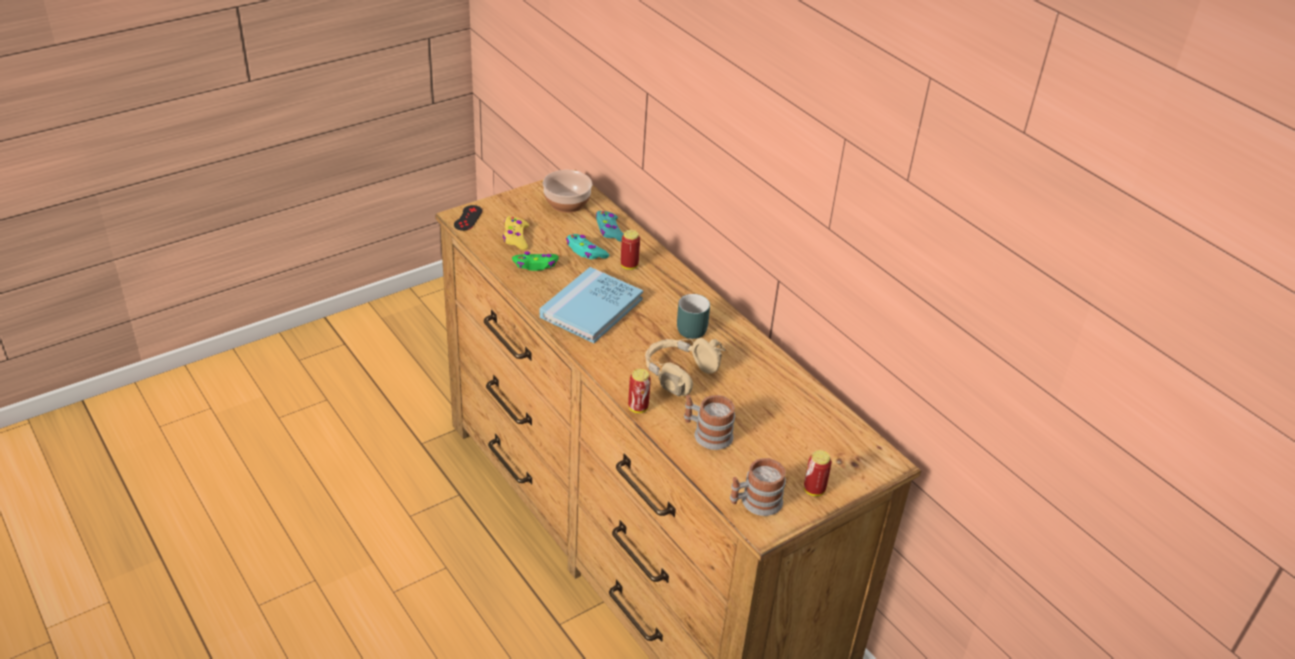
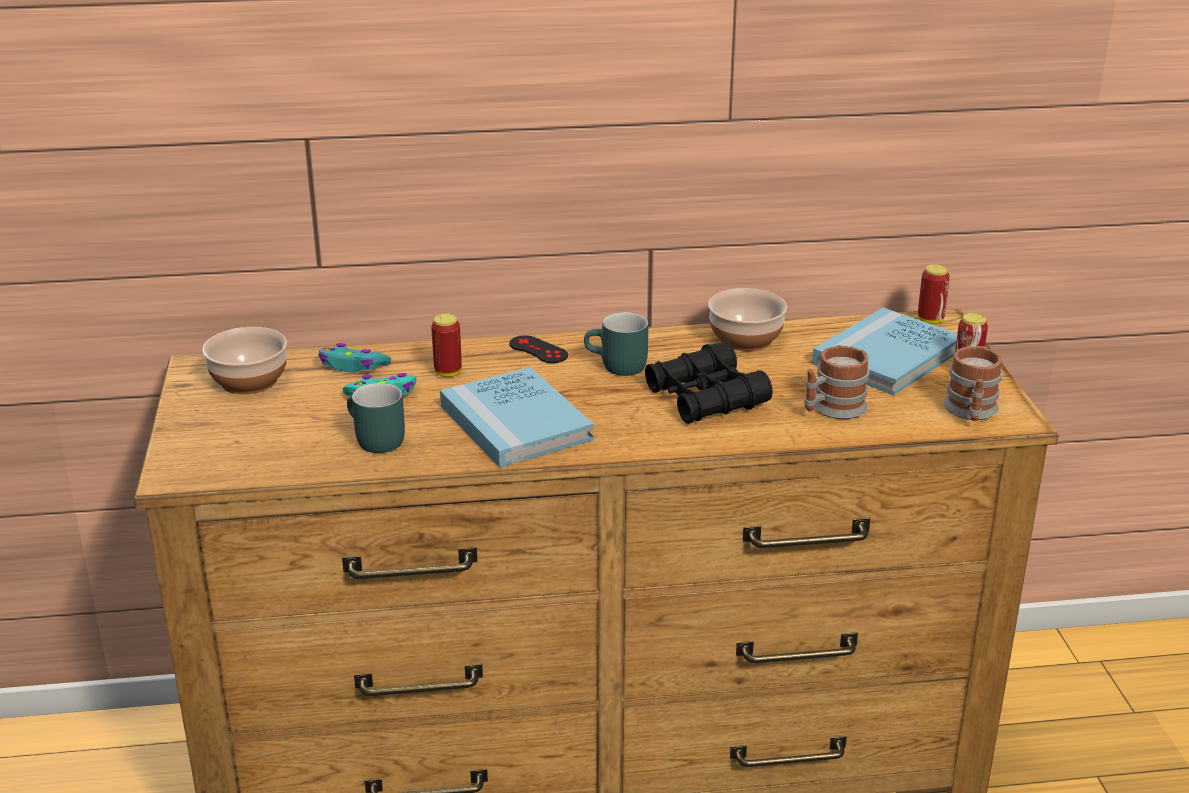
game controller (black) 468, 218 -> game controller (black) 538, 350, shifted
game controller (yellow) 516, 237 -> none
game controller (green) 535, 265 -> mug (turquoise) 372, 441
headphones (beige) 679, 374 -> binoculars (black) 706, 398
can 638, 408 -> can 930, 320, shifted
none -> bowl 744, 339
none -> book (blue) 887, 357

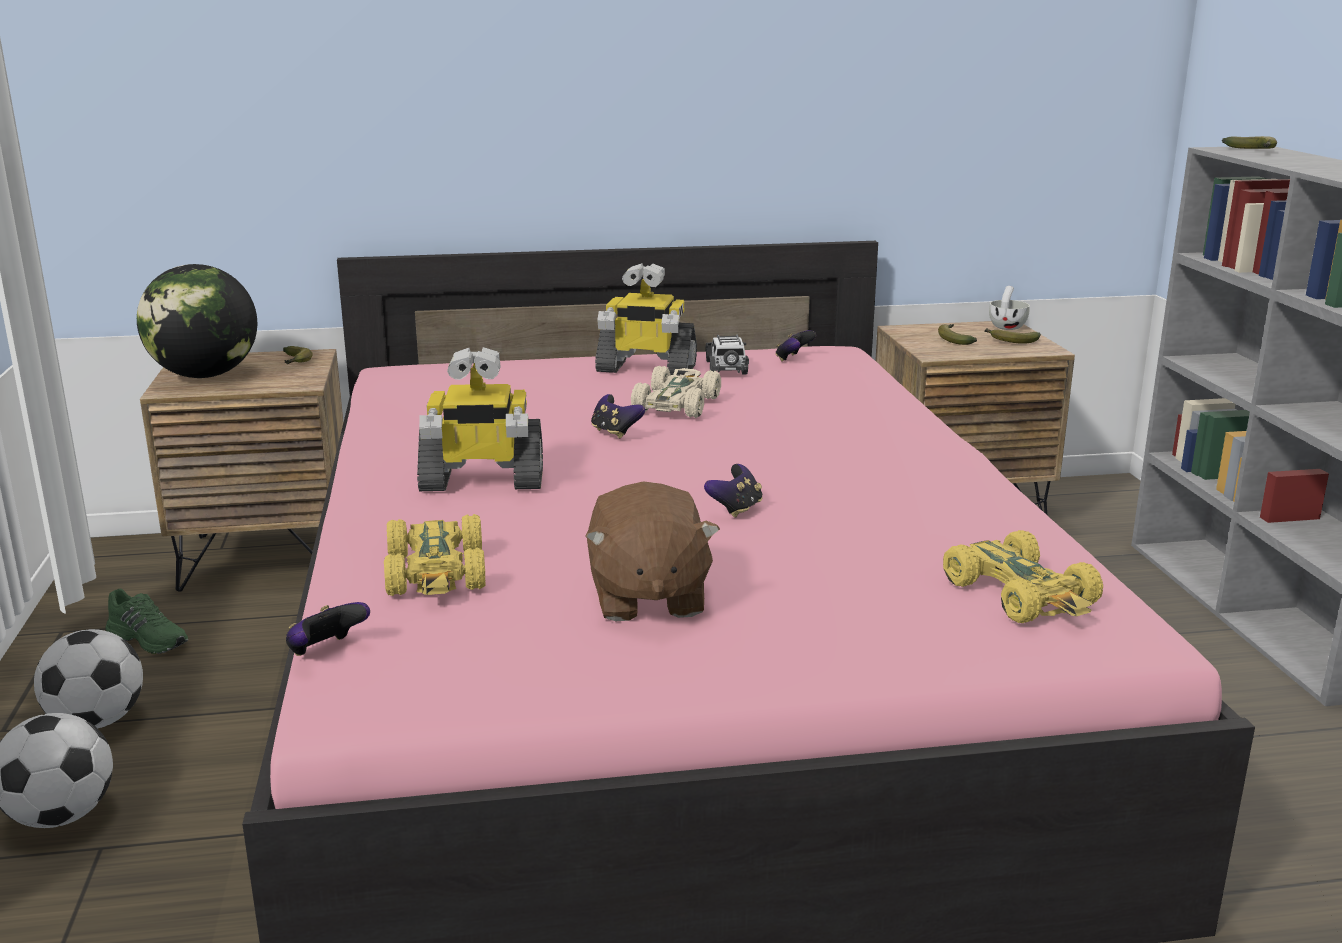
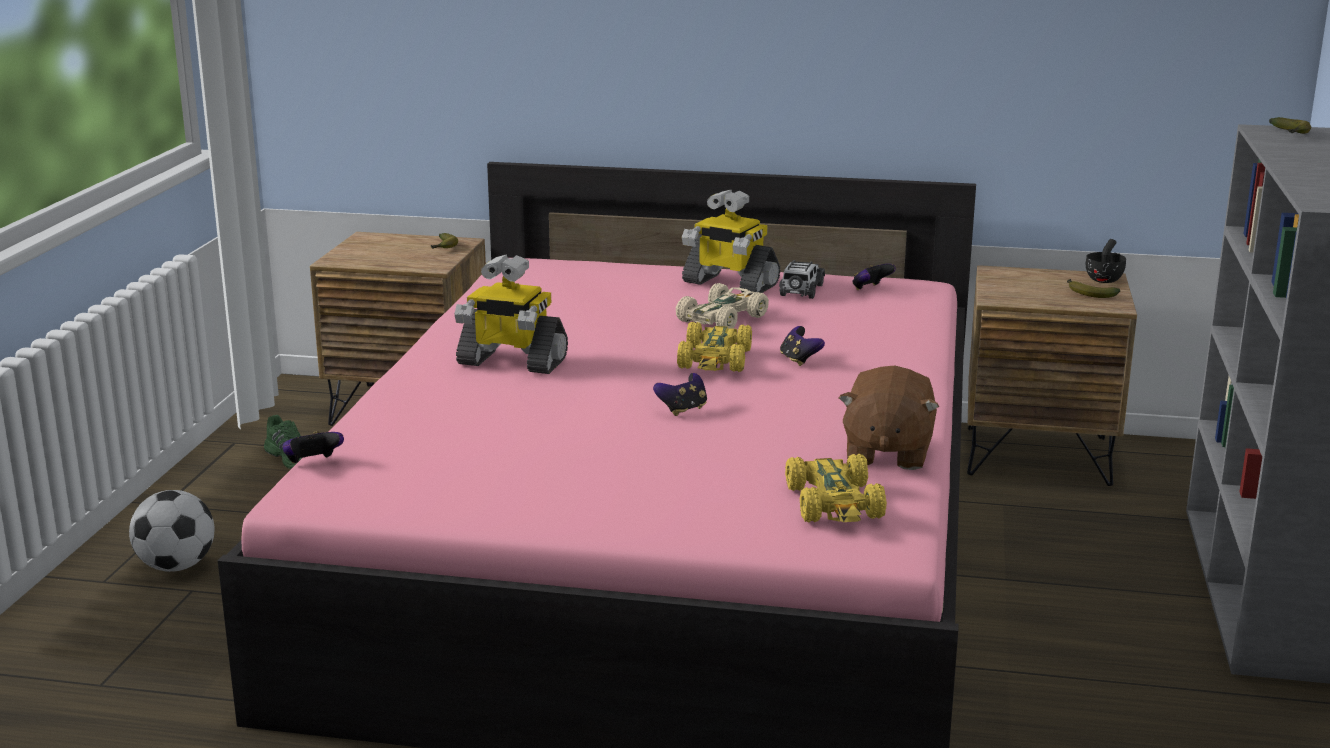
globe 205, 375 -> none
cup (white) 1008, 326 -> cup (black) 1106, 279
banana 954, 339 -> none
game controller 615, 432 -> game controller 799, 360, shifted
plush toy (brown) 647, 598 -> plush toy (brown) 886, 453, shifted
toy car (yellow) 437, 573 -> toy car (yellow) 715, 360, shifted
football 97, 722 -> none

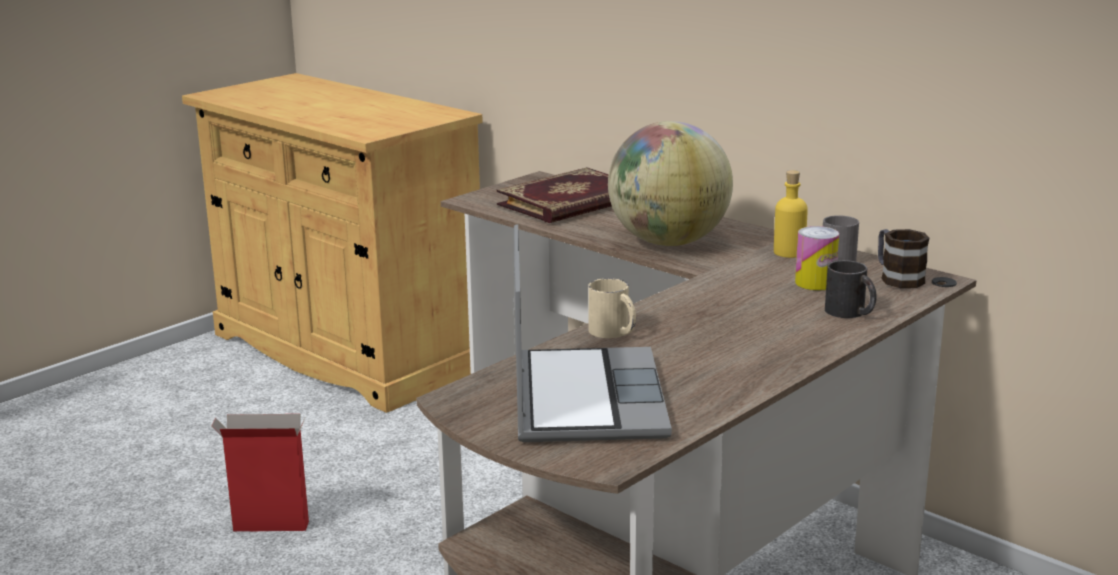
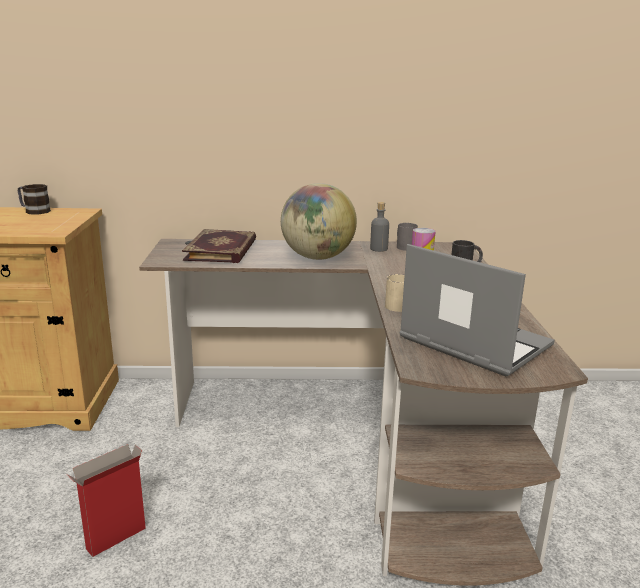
bottle (yellow) 789, 252 -> bottle (grey) 378, 249
mug 897, 277 -> mug 34, 211, shifted

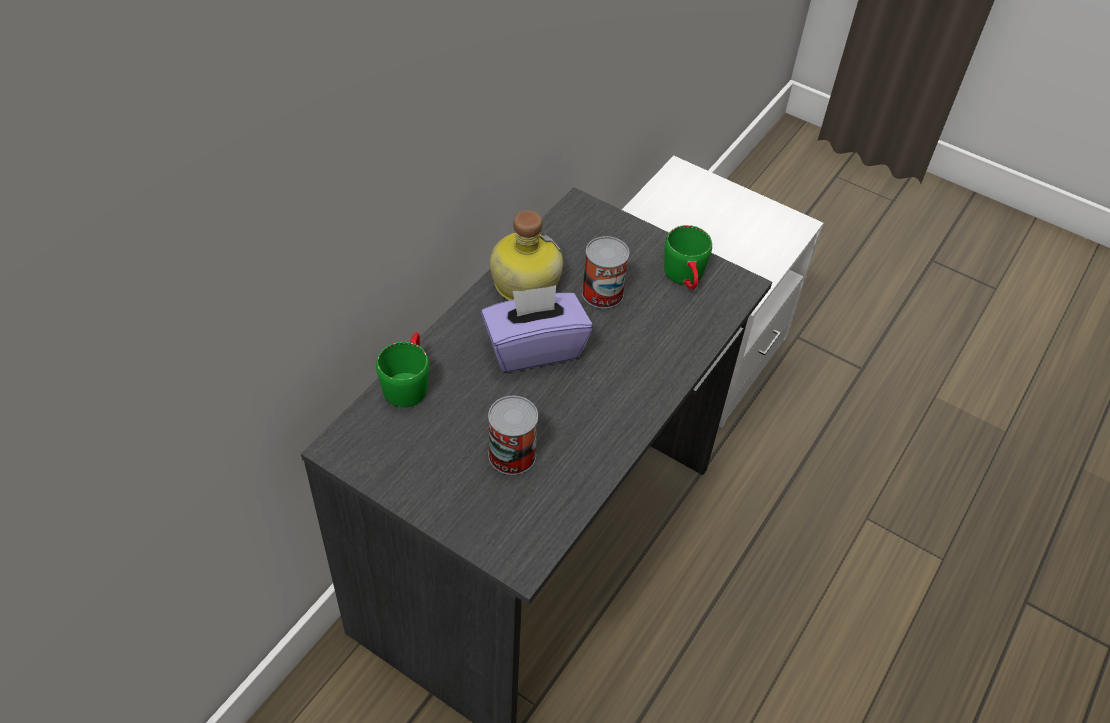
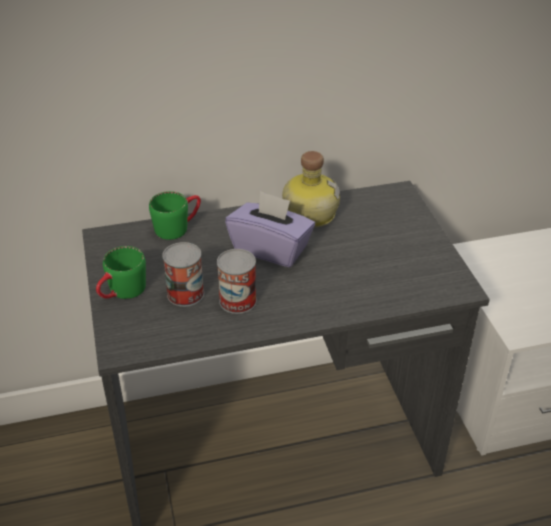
mug (green) 686, 278 -> mug (green) 122, 292, shifted
can 602, 293 -> can 237, 300, shifted

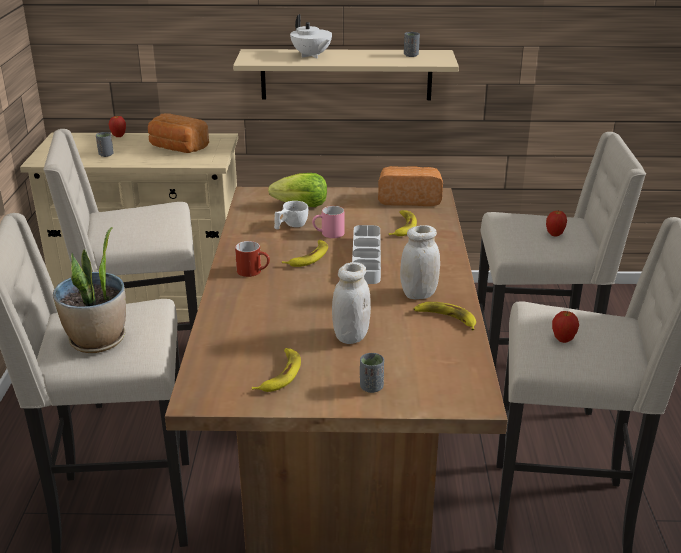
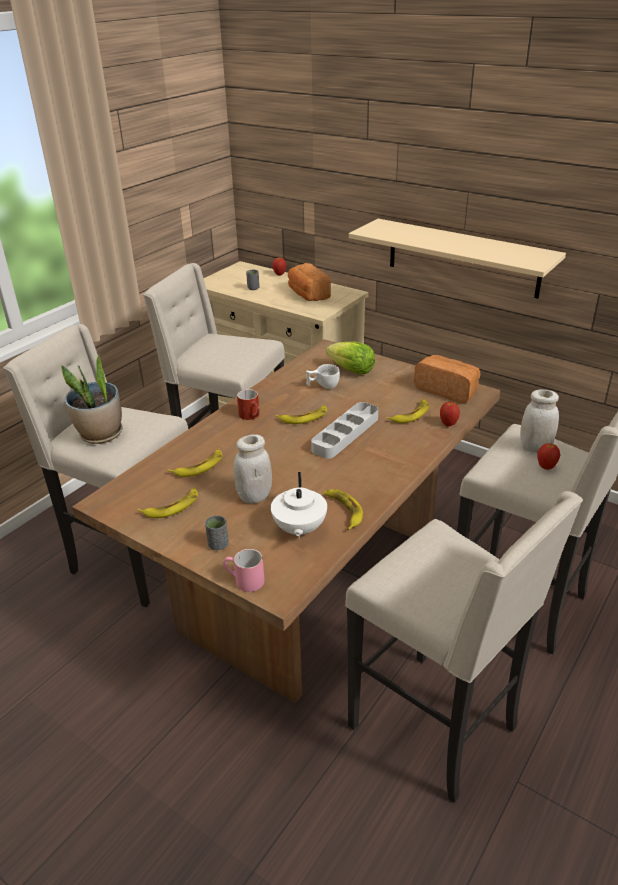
teapot (white) 311, 56 -> teapot (white) 299, 529, shifted
cup (grey) 411, 55 -> none
mug (pink) 328, 234 -> mug (pink) 244, 581, shifted
jar (white) 419, 294 -> jar (white) 535, 448, shifted
apple 563, 340 -> apple 448, 424, shifted
none -> banana 199, 466

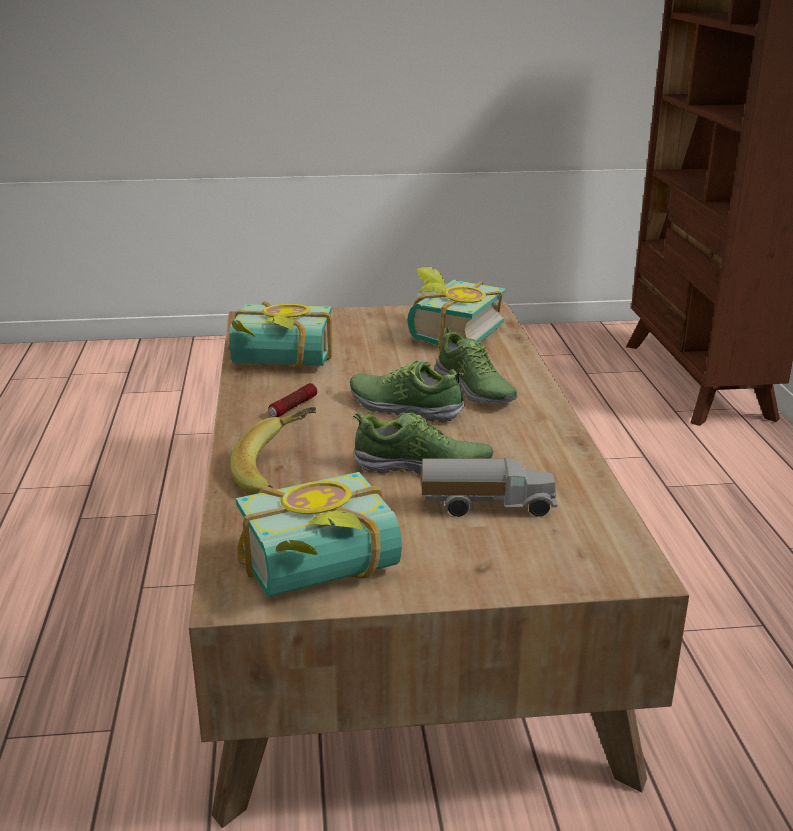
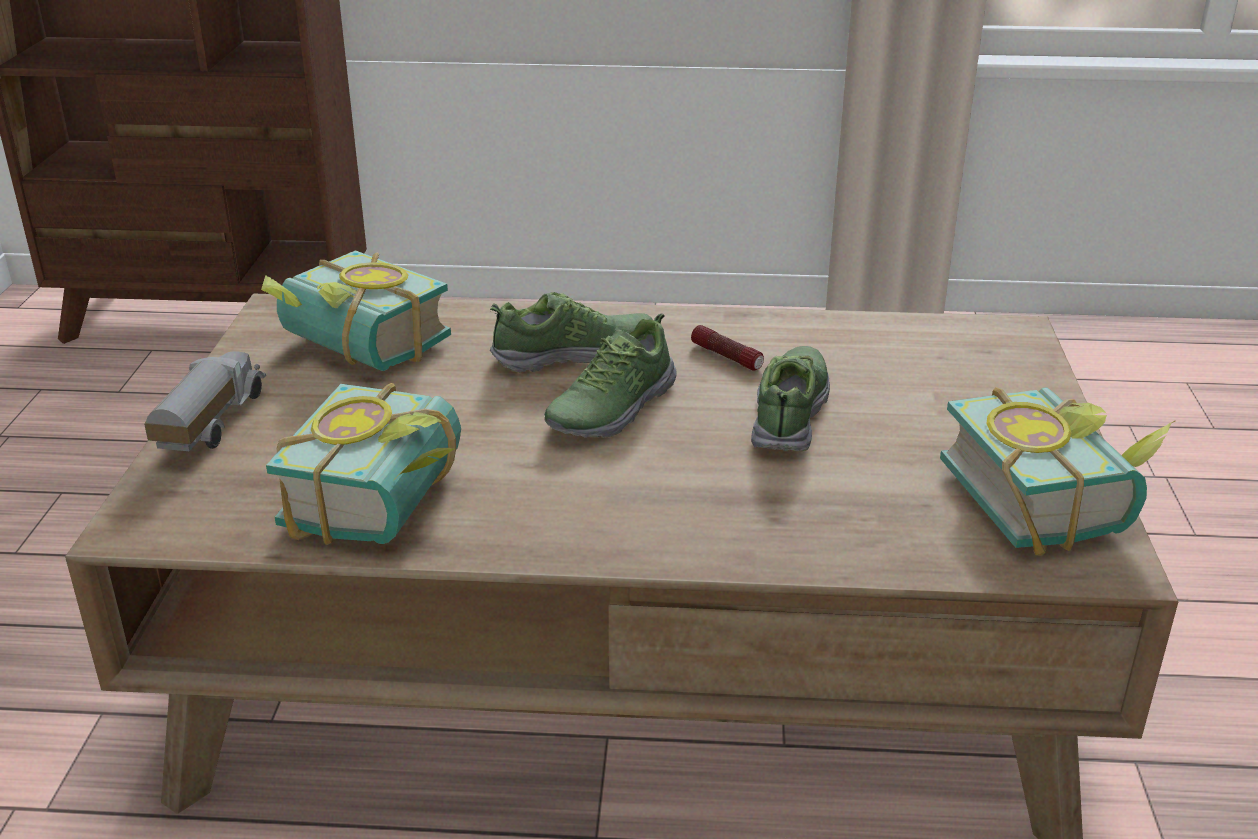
flashlight 293, 407 -> flashlight 727, 357, shifted
banana 279, 473 -> none
toy truck 487, 506 -> toy truck 209, 425, shifted

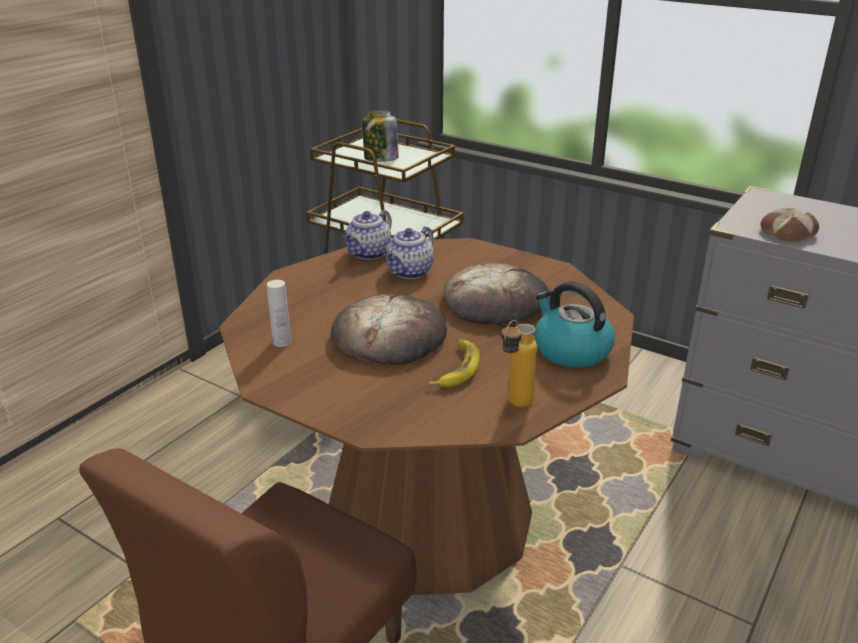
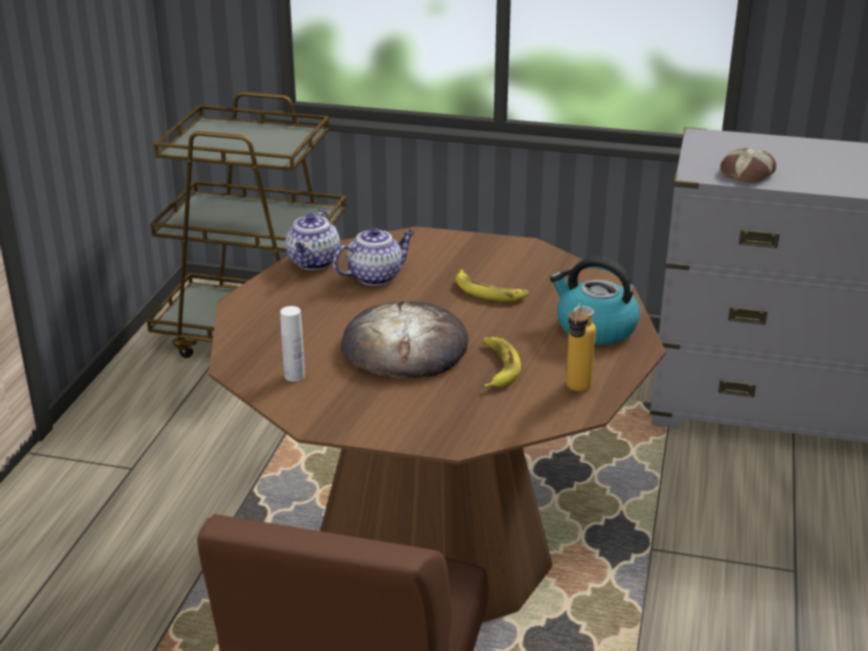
jar 380, 159 -> none
teapot 409, 272 -> teapot 375, 276, 135 degrees counterclockwise
bread 496, 301 -> banana 489, 292

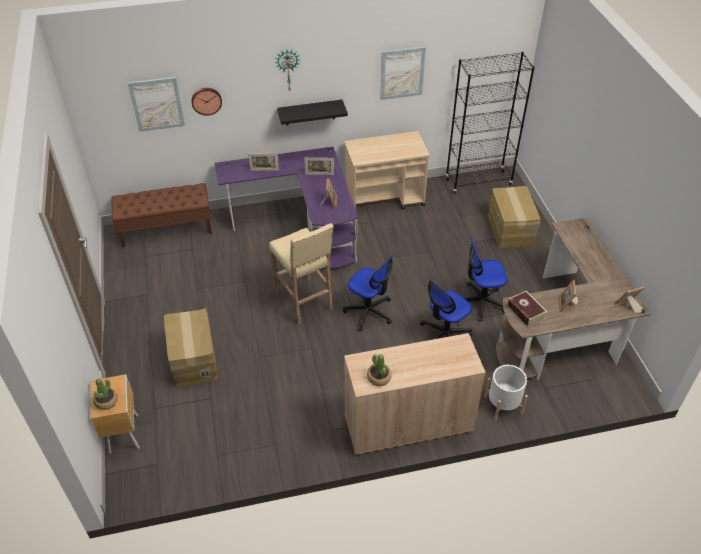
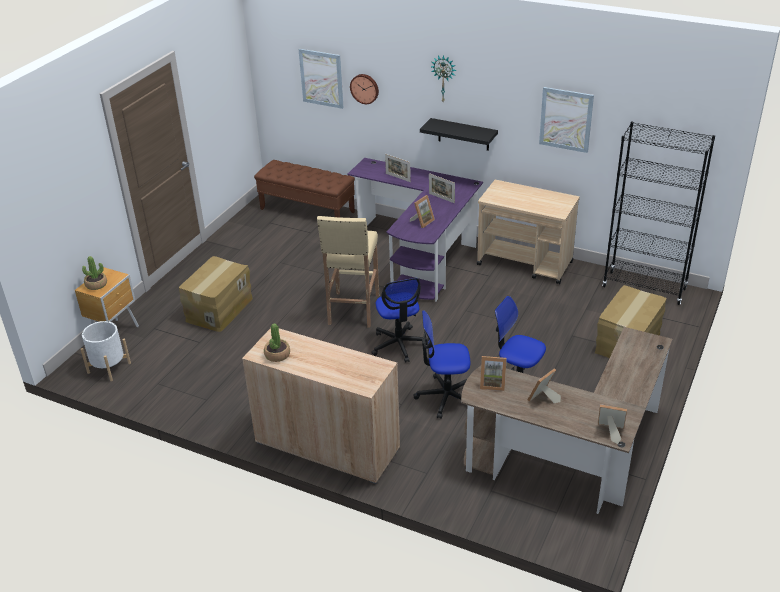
book 526, 312 -> picture frame 492, 384
planter (white) 503, 404 -> planter (white) 109, 368, shifted

